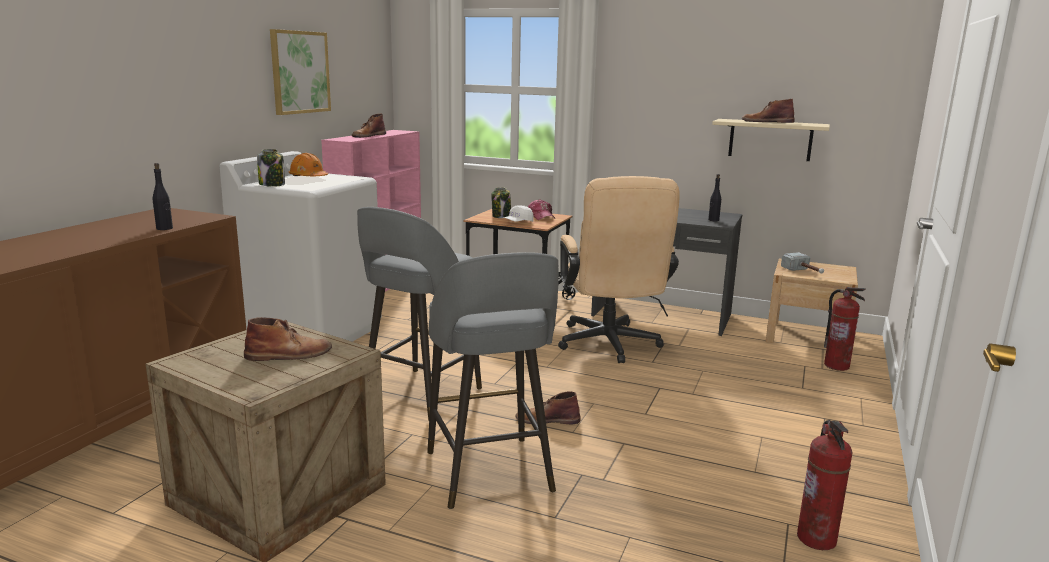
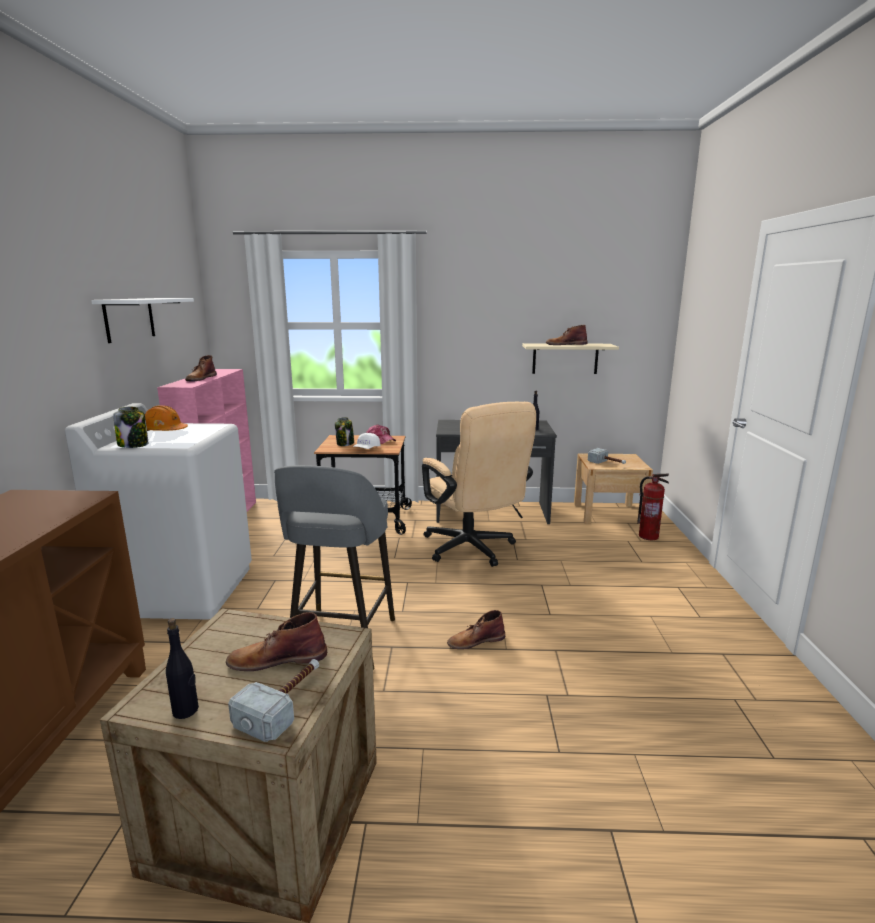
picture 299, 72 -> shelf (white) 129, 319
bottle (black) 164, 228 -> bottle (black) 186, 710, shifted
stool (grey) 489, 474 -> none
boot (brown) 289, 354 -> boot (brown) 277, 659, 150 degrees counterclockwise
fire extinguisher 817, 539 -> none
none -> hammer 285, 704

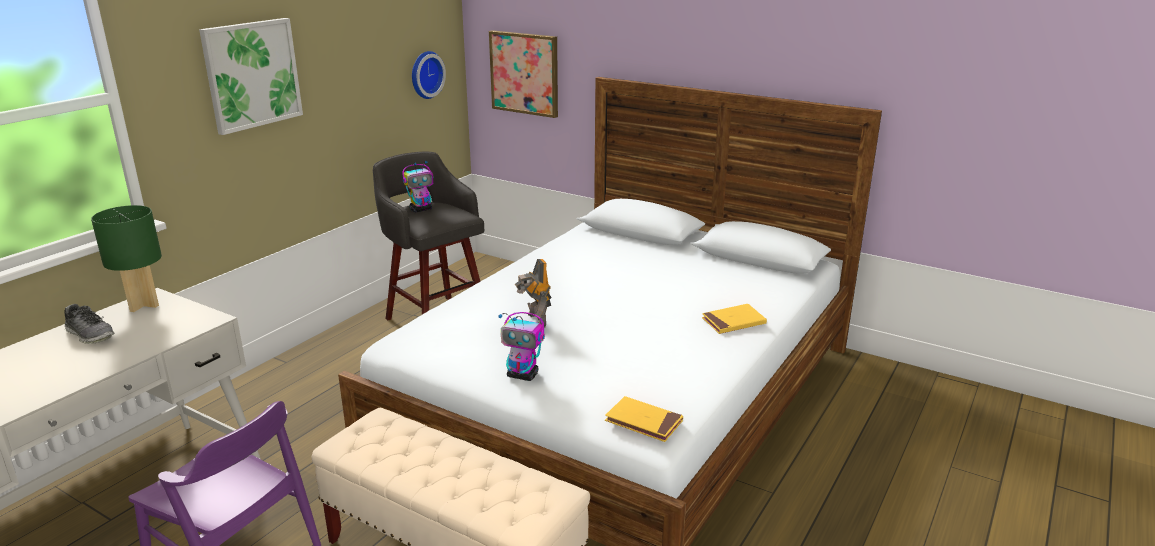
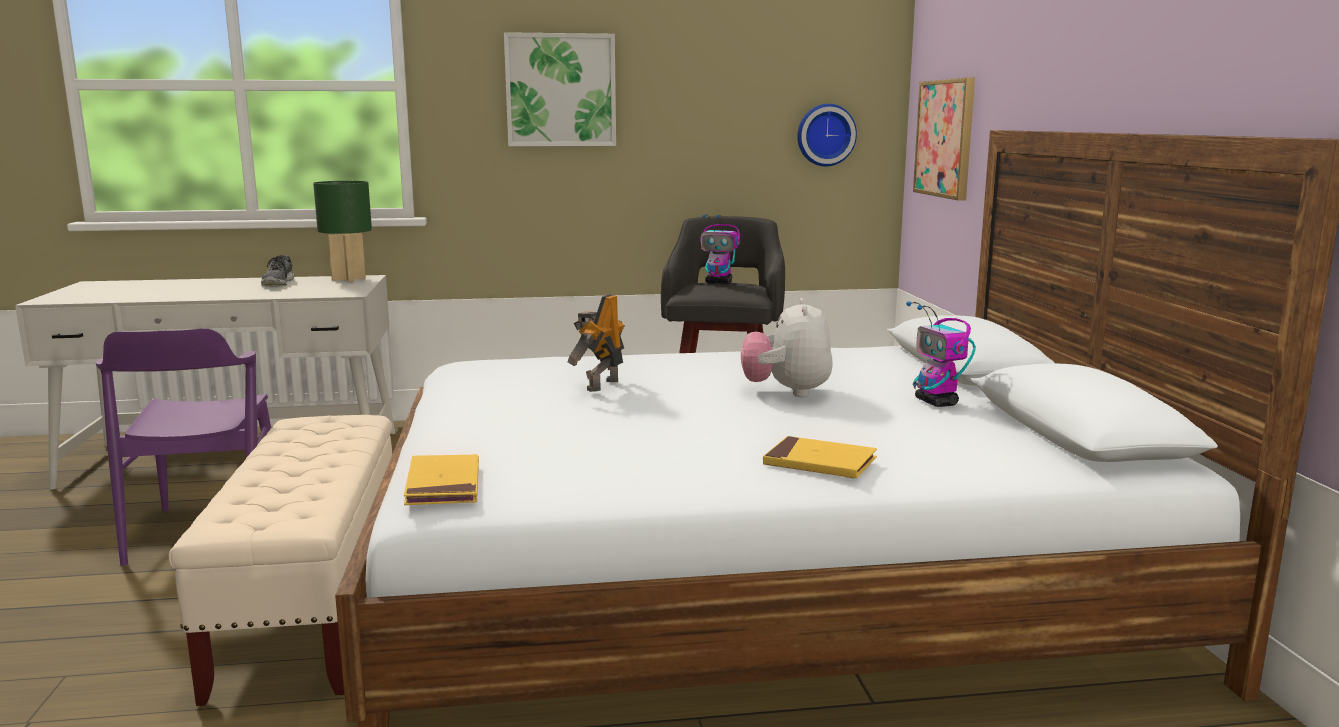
toy robot 523, 375 -> toy robot 937, 402, shifted
none -> plush toy 786, 392

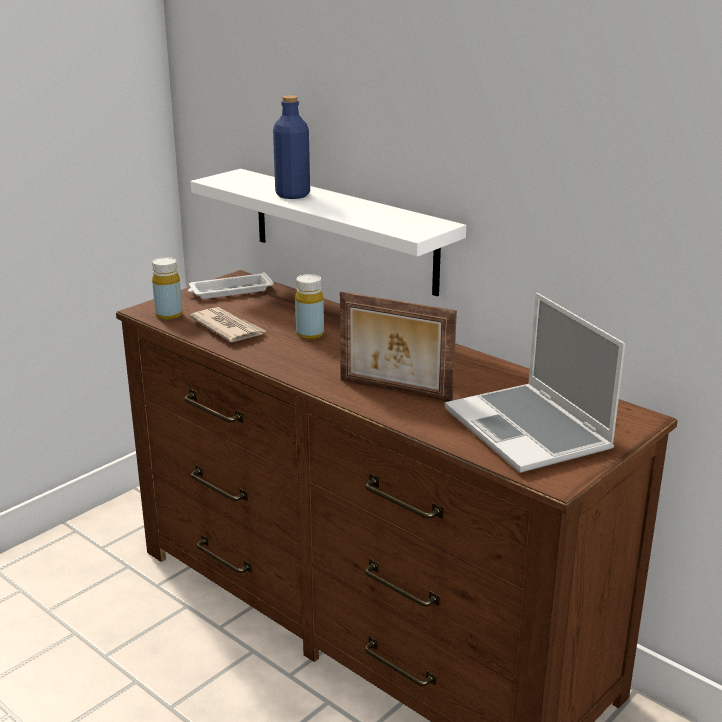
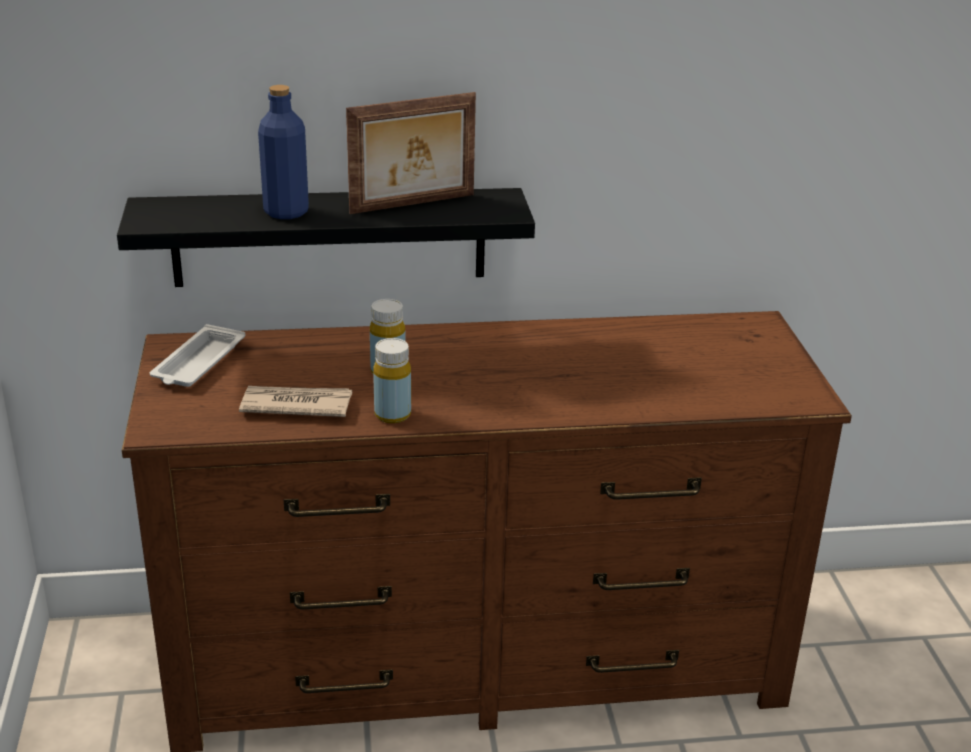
shelf (white) 343, 230 -> shelf (black) 329, 237
bottle (yellow) 169, 315 -> bottle (yellow) 392, 415, shifted
picture frame 394, 391 -> picture frame 413, 204, shifted
laptop 529, 431 -> none

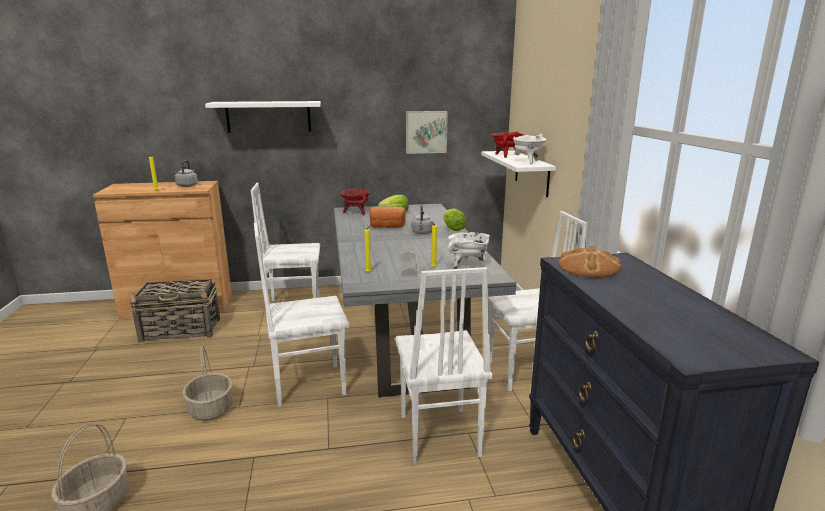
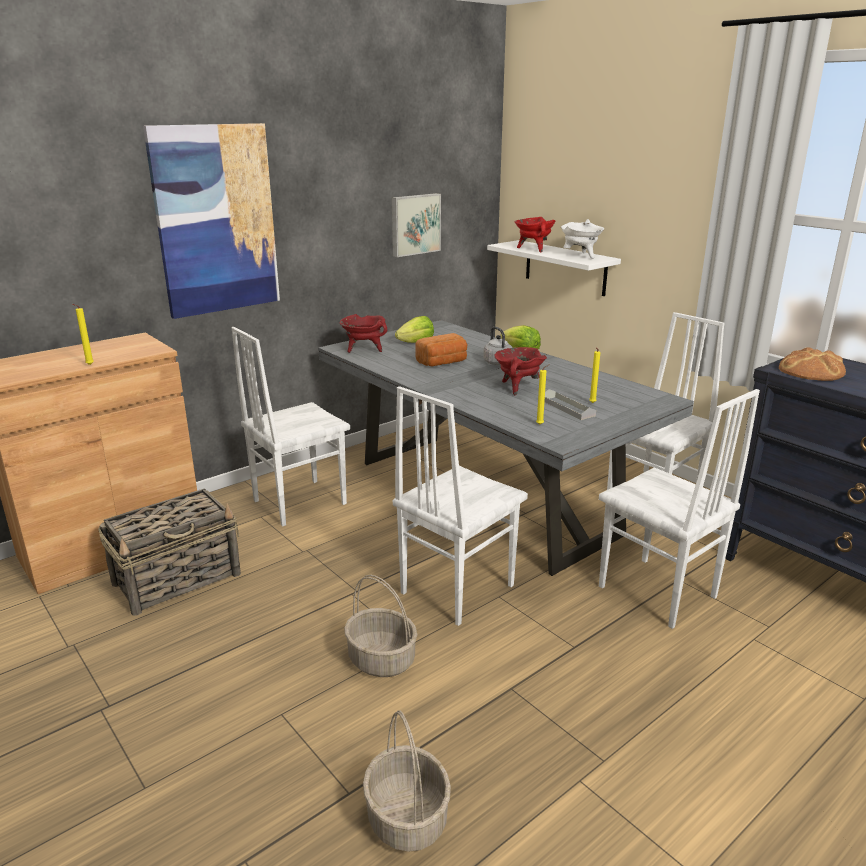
shelf (white) 268, 116 -> picture 216, 220
kettle (grey) 188, 185 -> none
cooking pot (white) 468, 265 -> none
none -> cooking pot (red) 517, 387

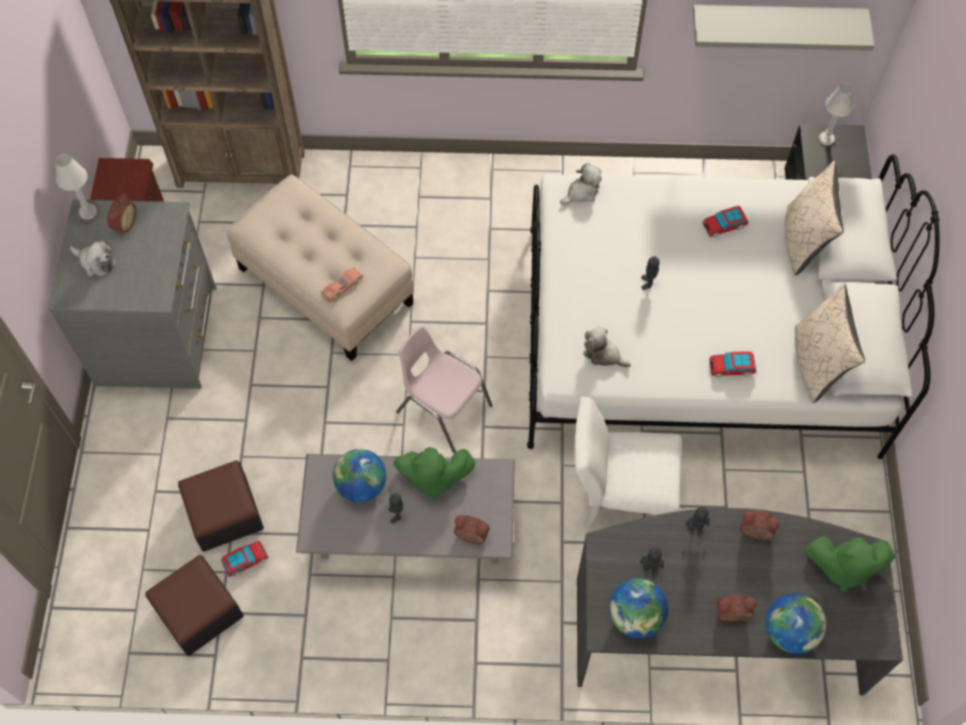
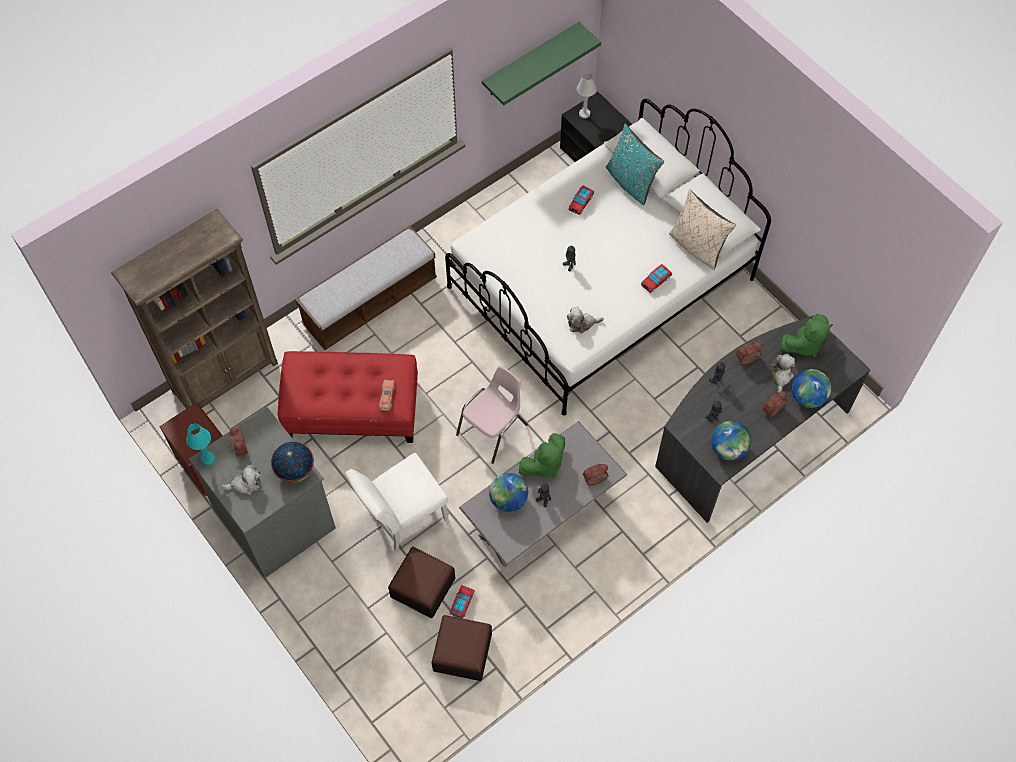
shelf (grey) 777, 20 -> shelf (green) 530, 60
table lamp (white) 88, 212 -> table lamp (turquoise) 208, 458
pillow (beige) 803, 241 -> pillow (turquoise) 630, 182
plush toy 582, 192 -> plush toy 781, 376, shifted
ottoman (beige) 324, 286 -> ottoman (red) 352, 411
chair (pink) 442, 408 -> chair (pink) 493, 430, 135 degrees clockwise
chair (white) 618, 497 -> chair (white) 402, 517, shifted
none -> bench 370, 302
none -> globe 295, 470

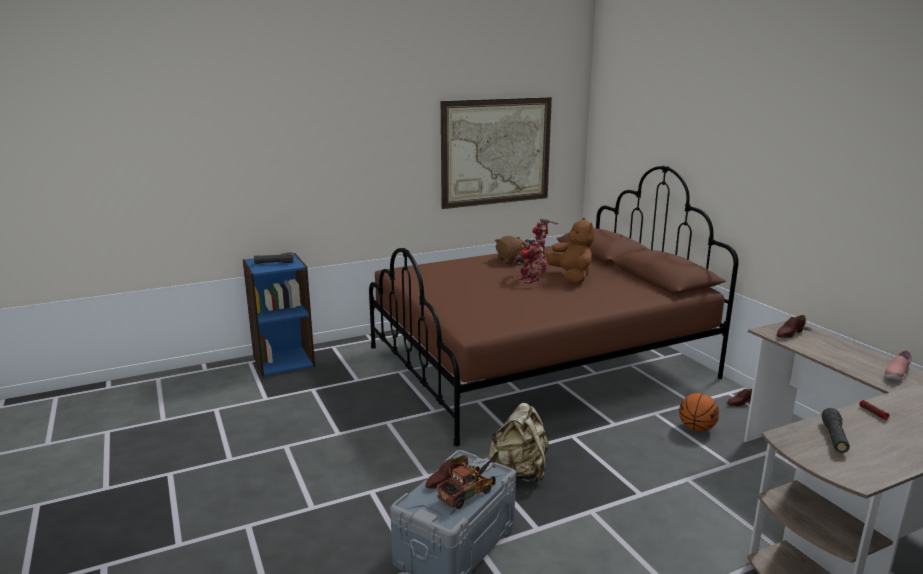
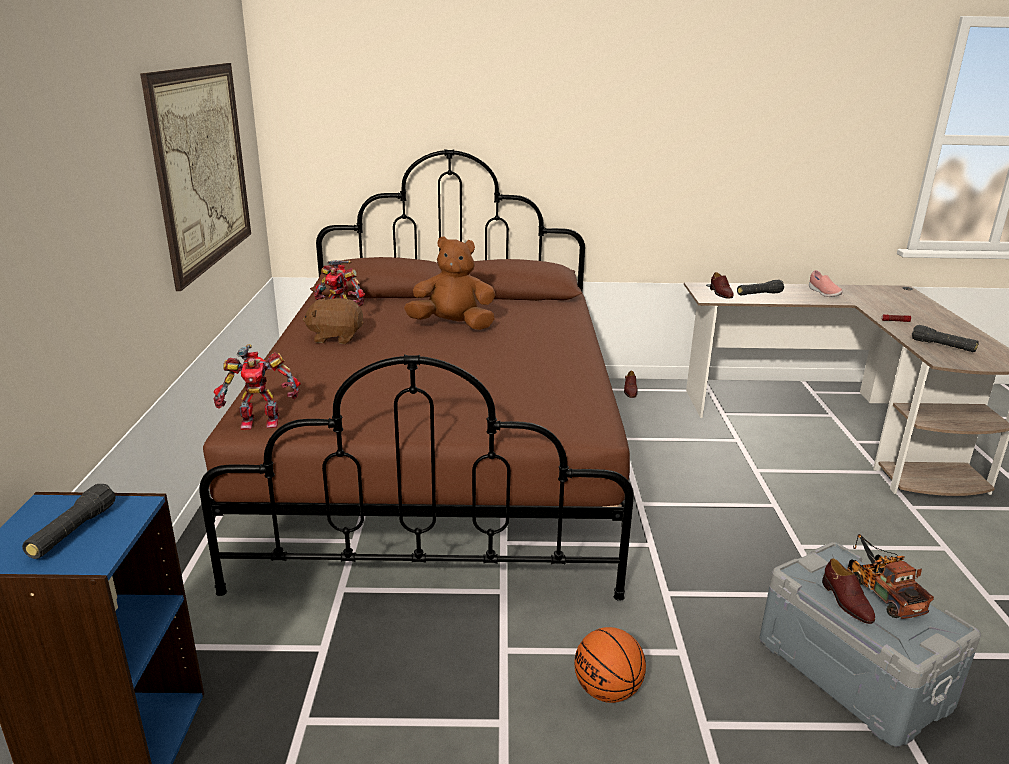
toy robot 529, 279 -> toy robot 260, 421, shifted
basketball 696, 428 -> basketball 607, 690, shifted
backpack (beige) 519, 472 -> none
none -> flashlight (black) 759, 294

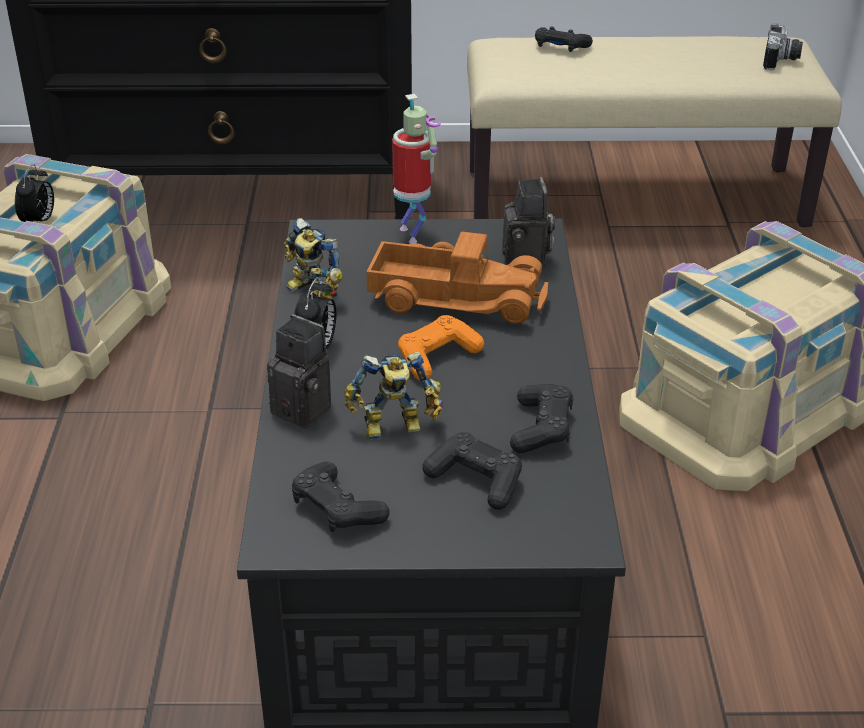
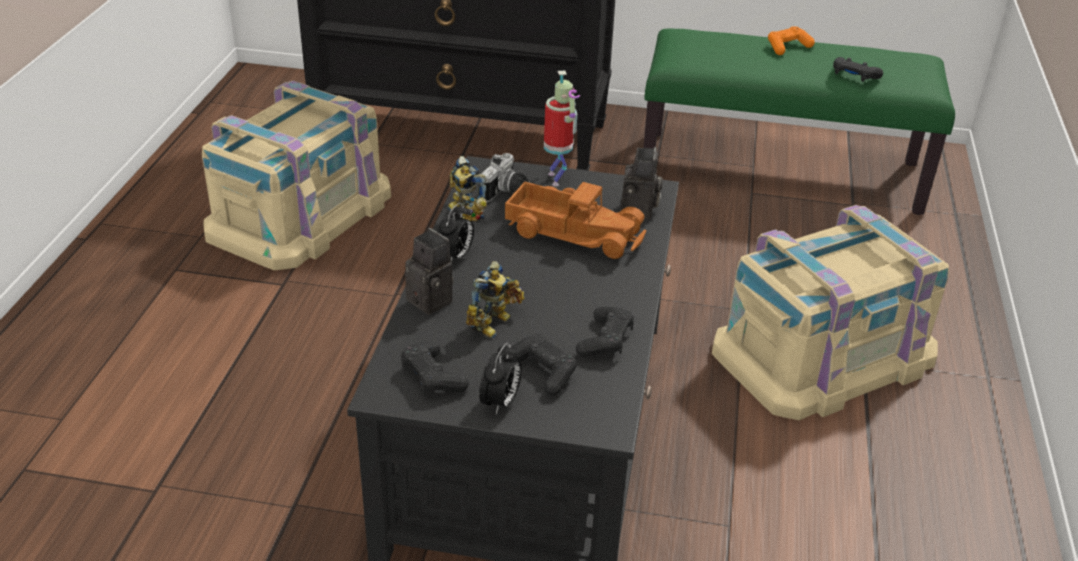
photo camera 781, 61 -> photo camera 505, 192, shifted
game controller (black) 560, 47 -> game controller (black) 854, 76, shifted
bench (beige) 635, 197 -> bench (green) 781, 171
alarm clock 39, 222 -> alarm clock 500, 403, shifted
game controller (orange) 437, 357 -> game controller (orange) 787, 47, shifted
toy robot 395, 428 -> toy robot 494, 324, 60 degrees counterclockwise

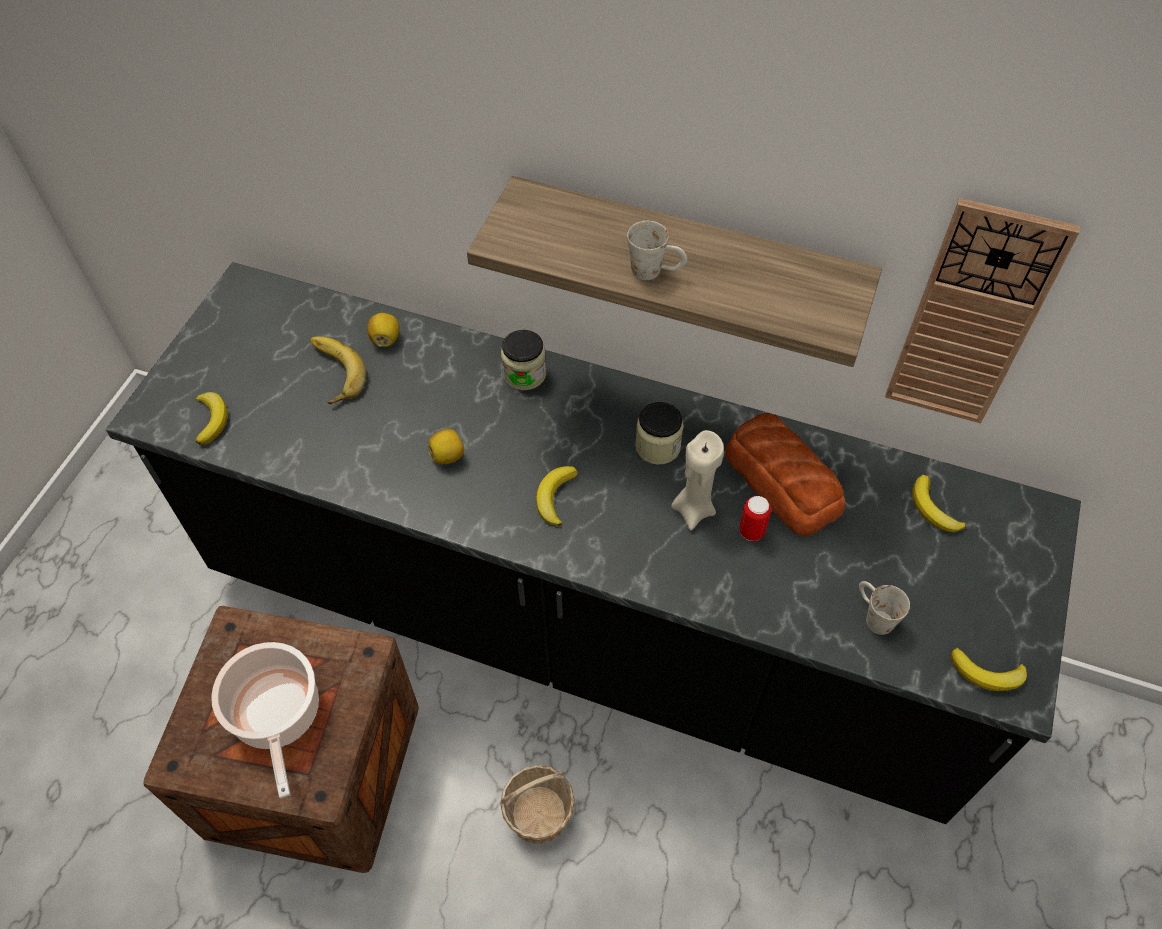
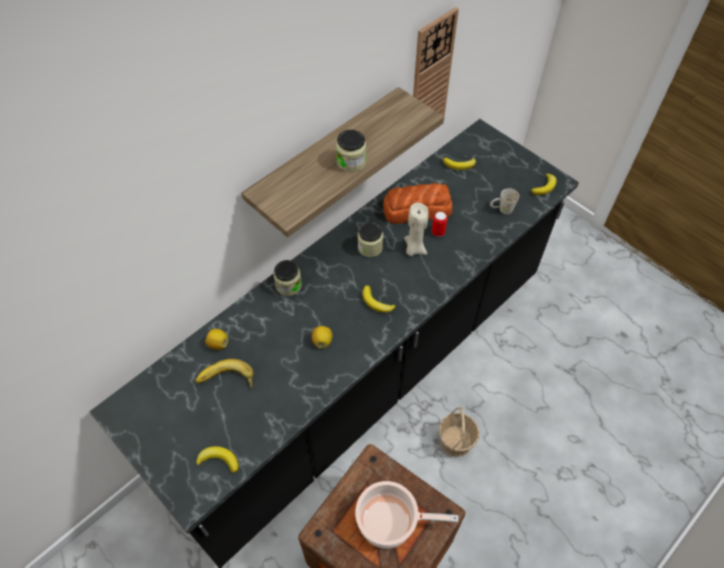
mug (white) 655, 271 -> jar 351, 161

